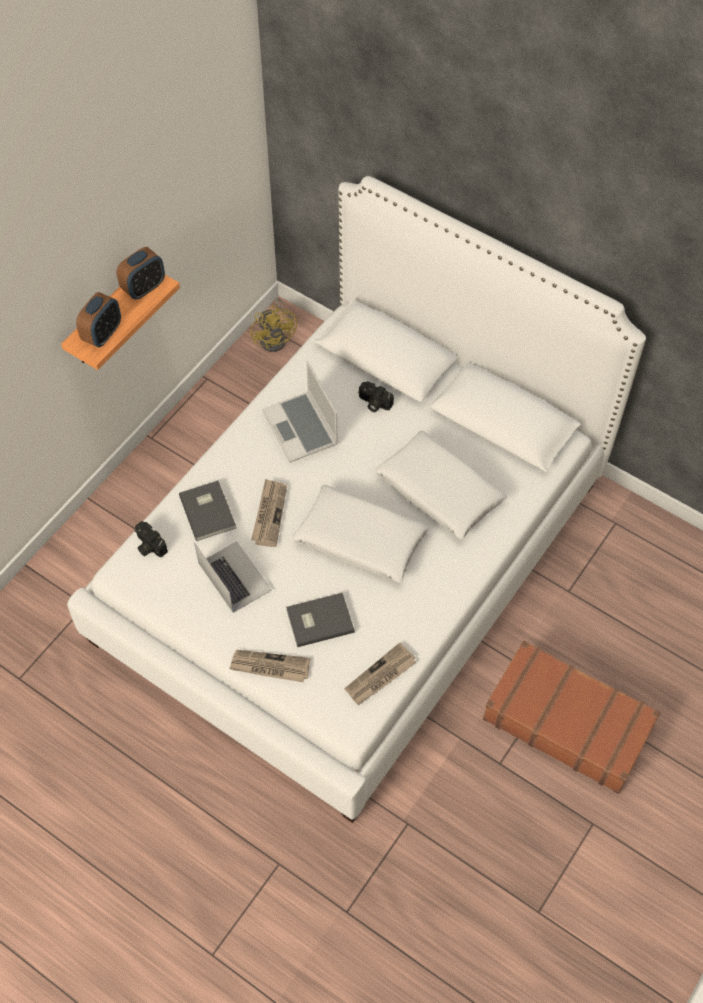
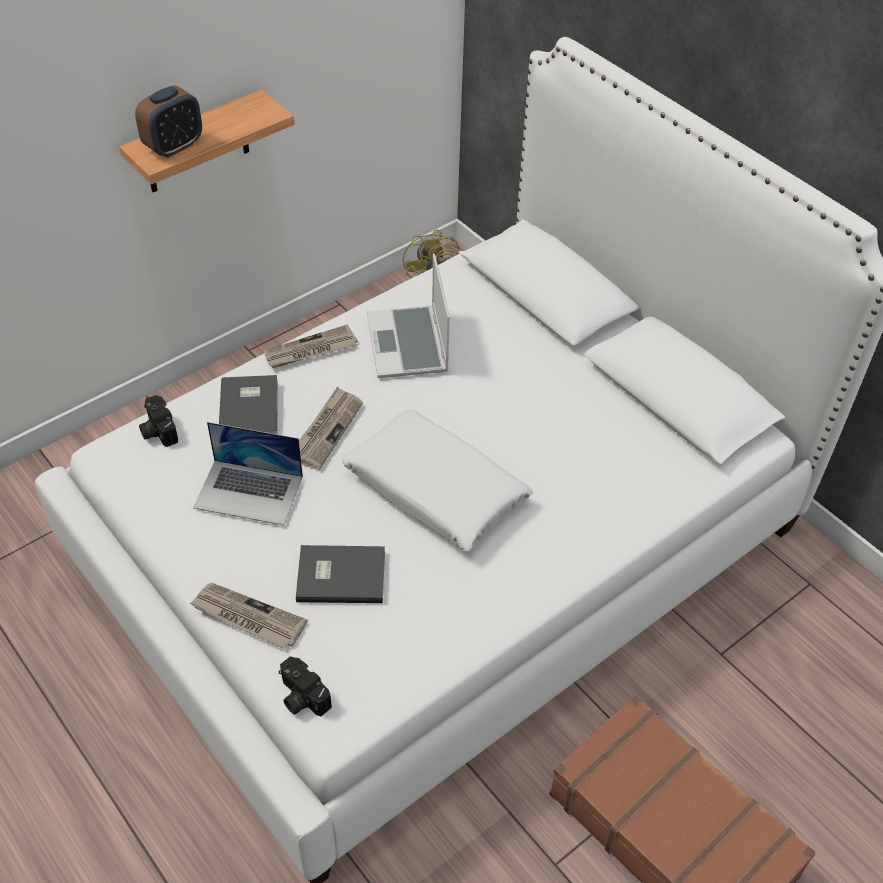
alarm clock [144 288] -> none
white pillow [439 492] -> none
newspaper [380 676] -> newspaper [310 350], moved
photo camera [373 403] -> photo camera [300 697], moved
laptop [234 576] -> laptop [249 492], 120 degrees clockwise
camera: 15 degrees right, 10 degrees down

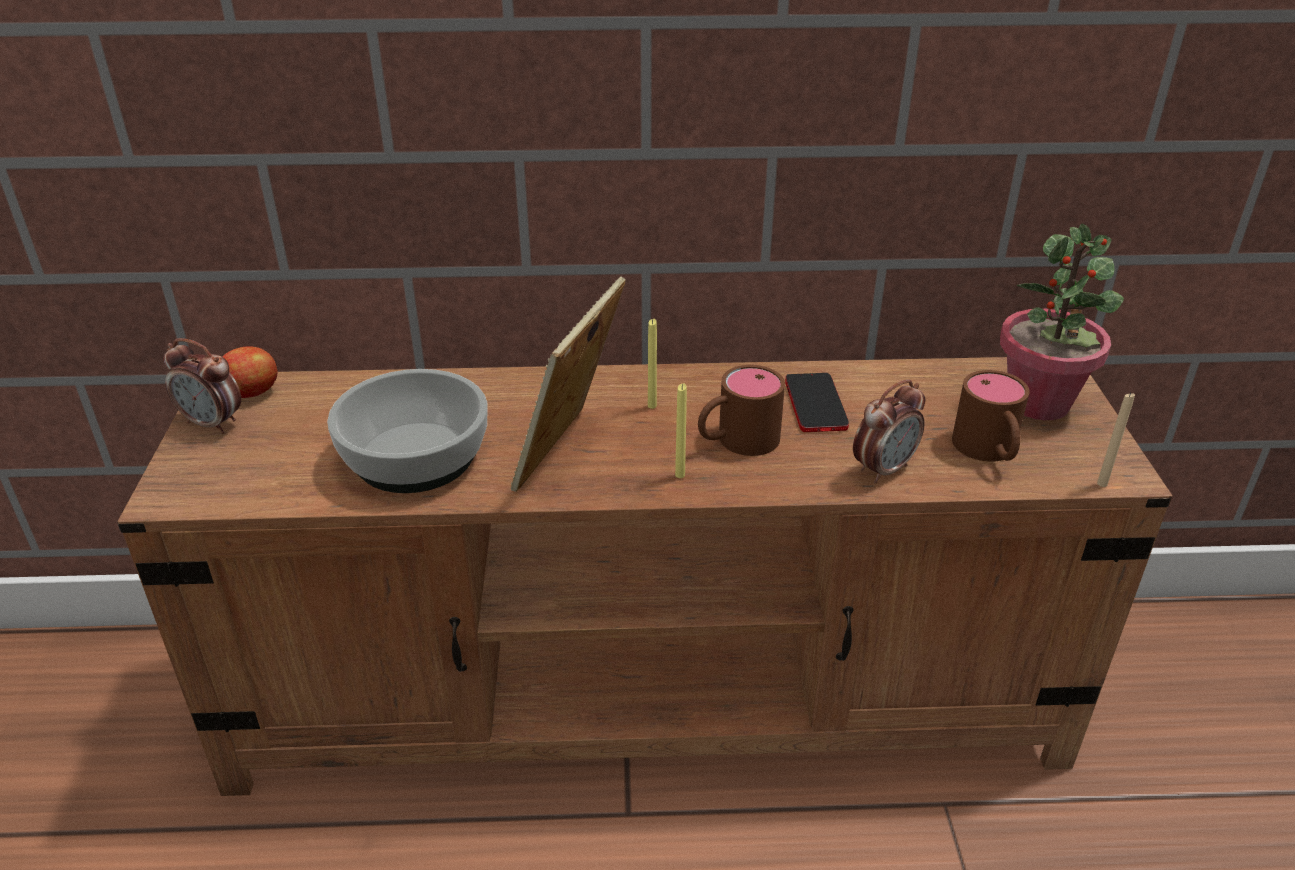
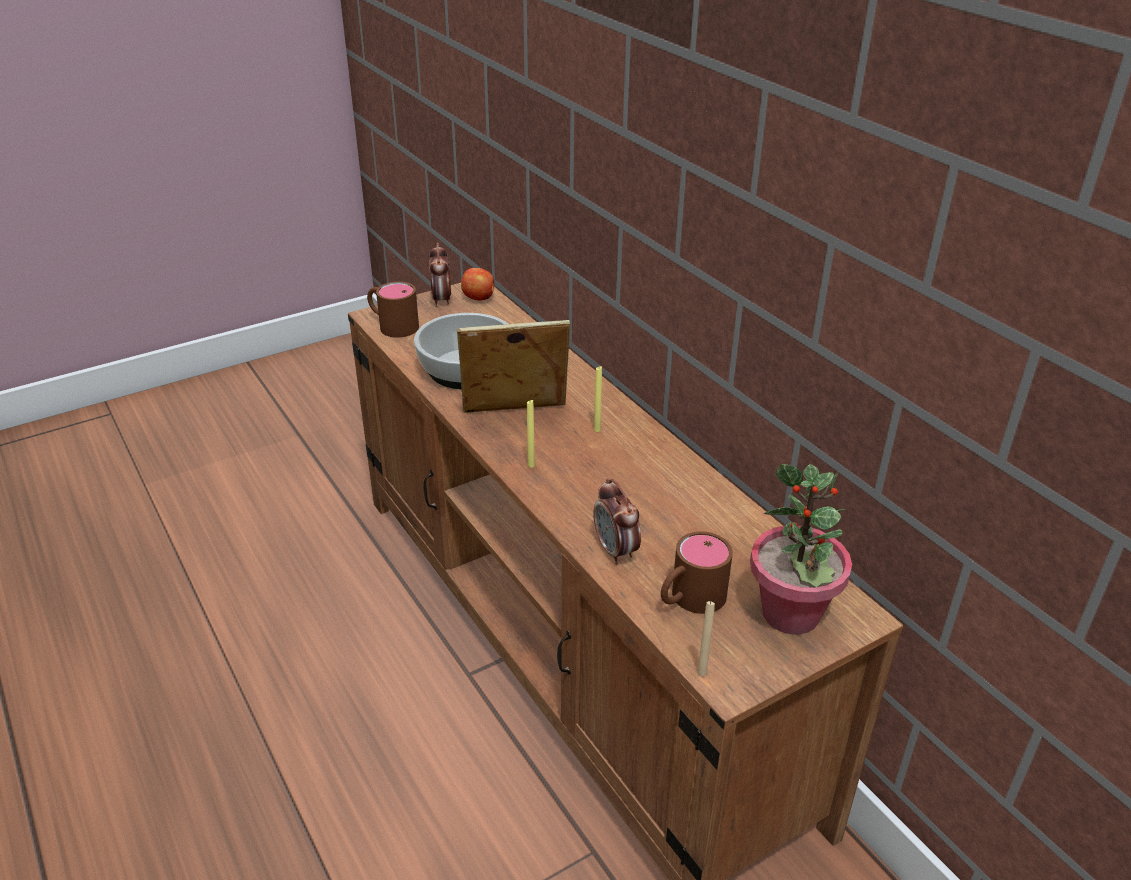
phone [815 404] -> none
brown mug [736 441] -> brown mug [392 325], moved
alarm clock [883 469] -> alarm clock [616 551], 45 degrees clockwise
camera: 60 degrees right, 0 degrees up

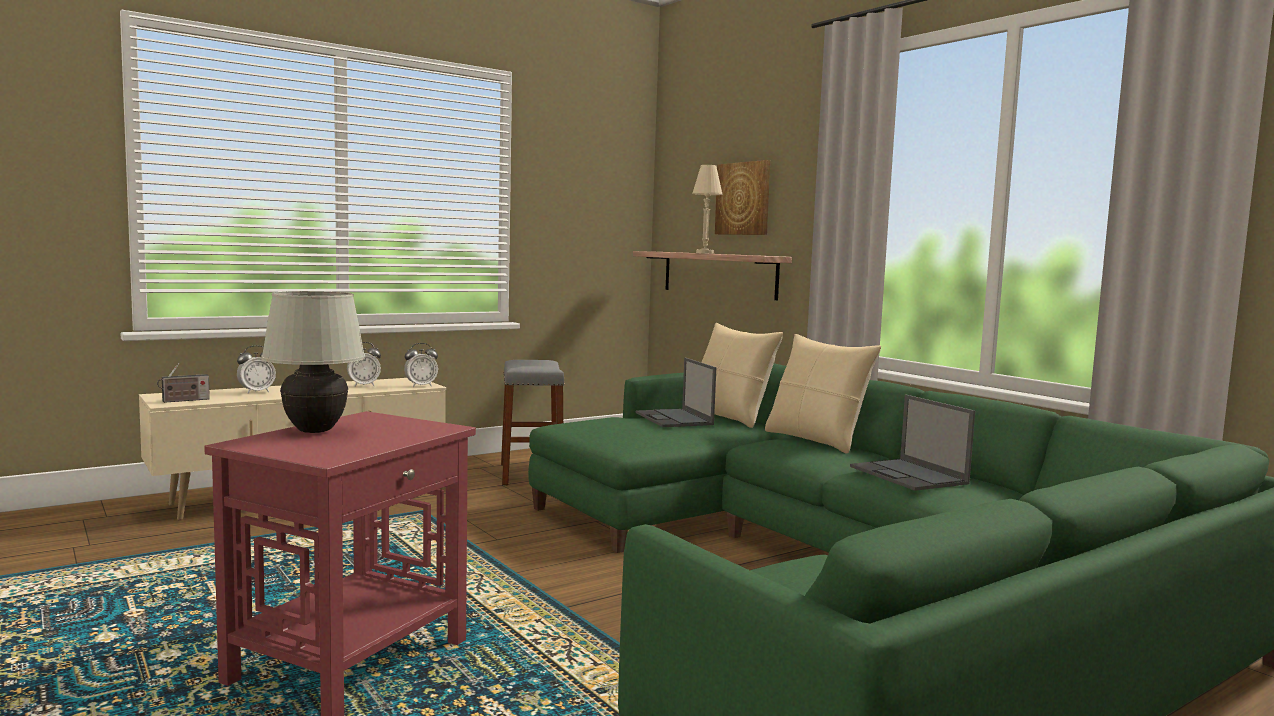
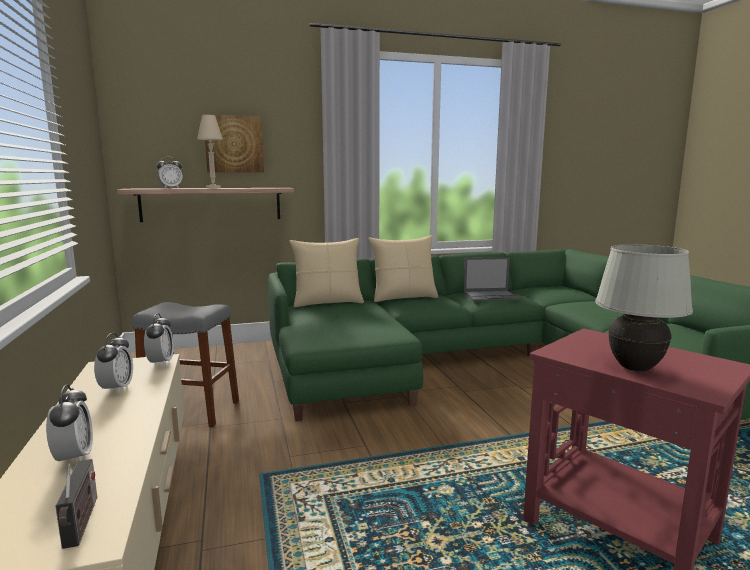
laptop [674 419] -> none
none -> alarm clock [171 188]
camera: 70 degrees left, 5 degrees up

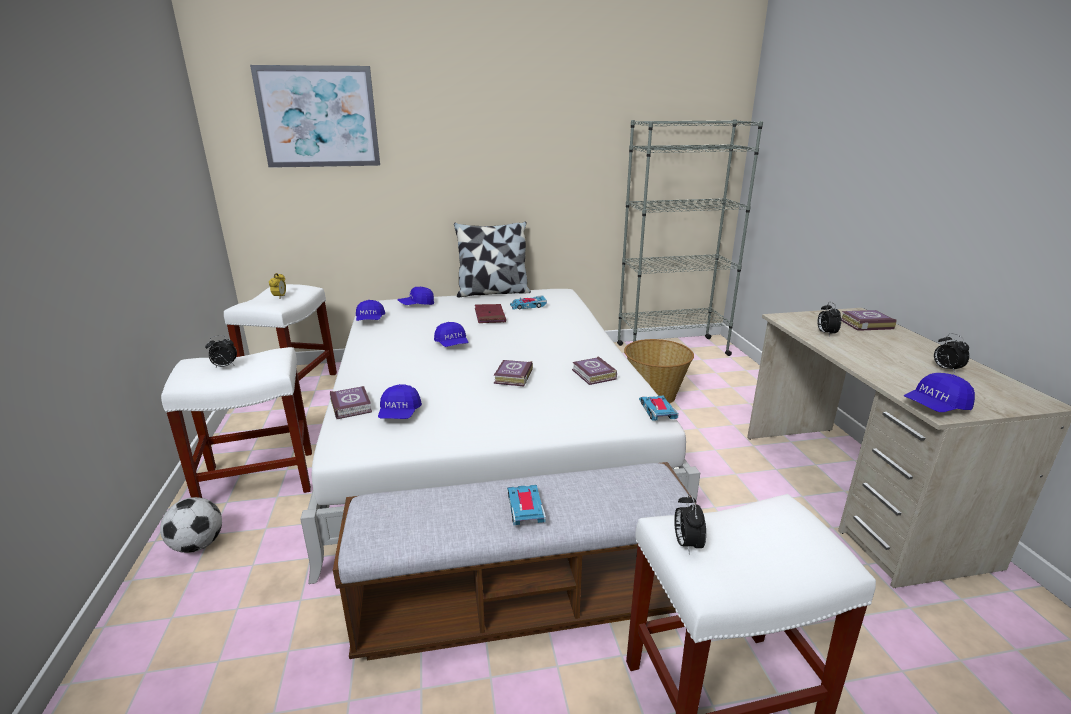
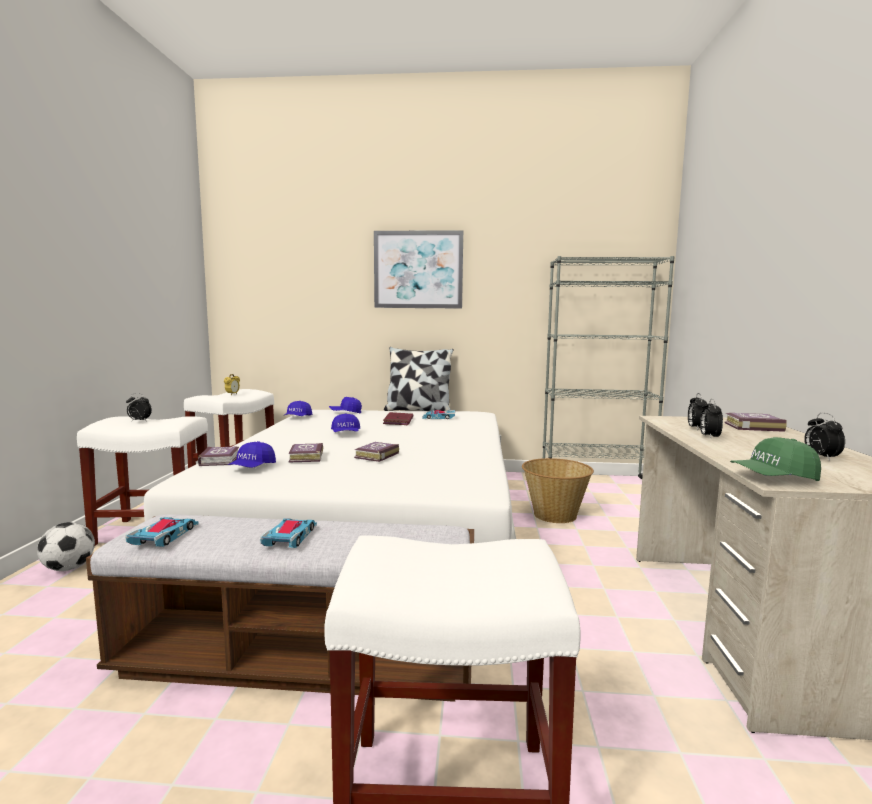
picture [318 117] -> picture [418 270], moved
book [593 375] -> book [305 457], moved
toy car [657 411] -> toy car [164 536], moved
alarm clock [686 544] -> alarm clock [709 437], moved
blue cap [935 407] -> green cap [773 478]
camera: 15 degrees right, 15 degrees down

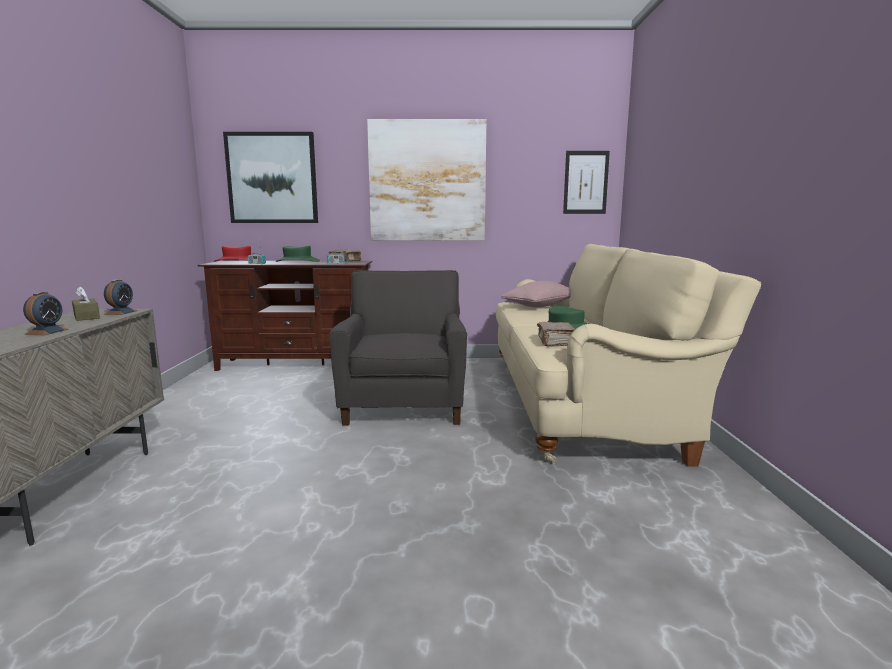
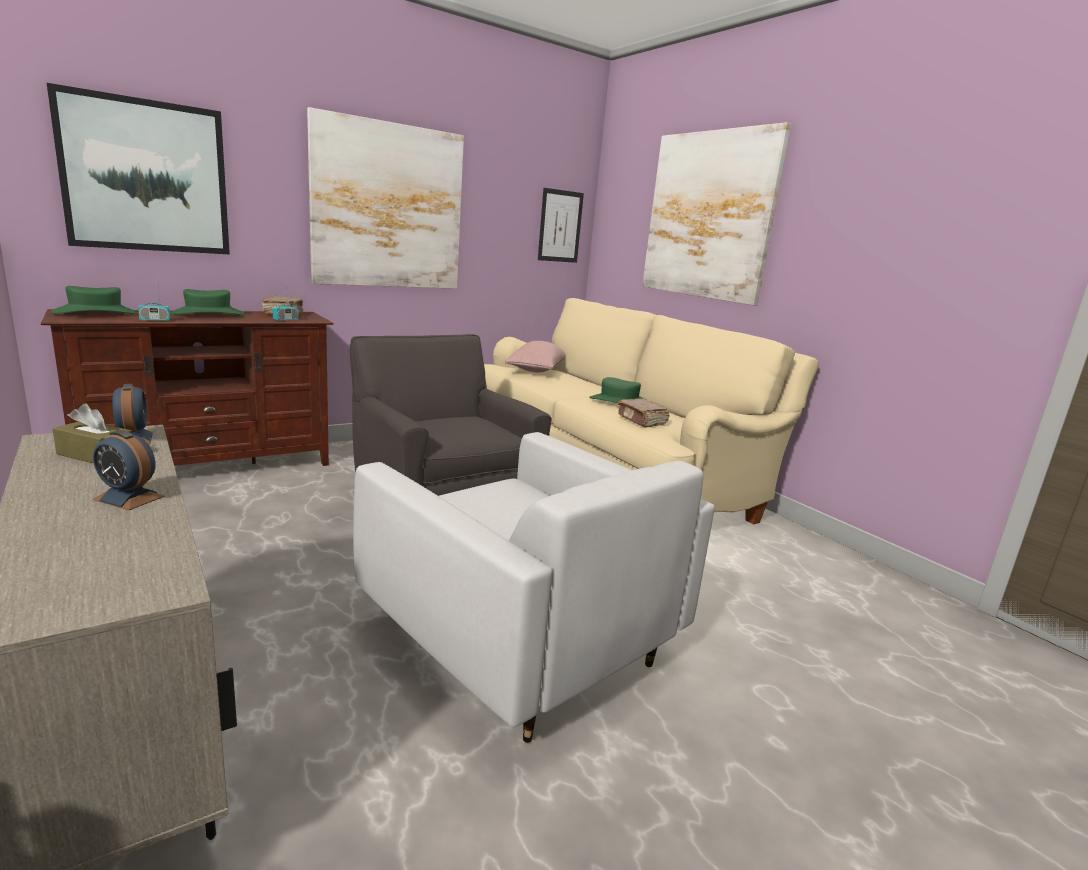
none -> white armchair [519 642]
none -> picture [708 216]
red hat [237 261] -> green hat [96 313]
alarm clock [47 332] -> alarm clock [129 498], 135 degrees clockwise
camera: 35 degrees left, 5 degrees up

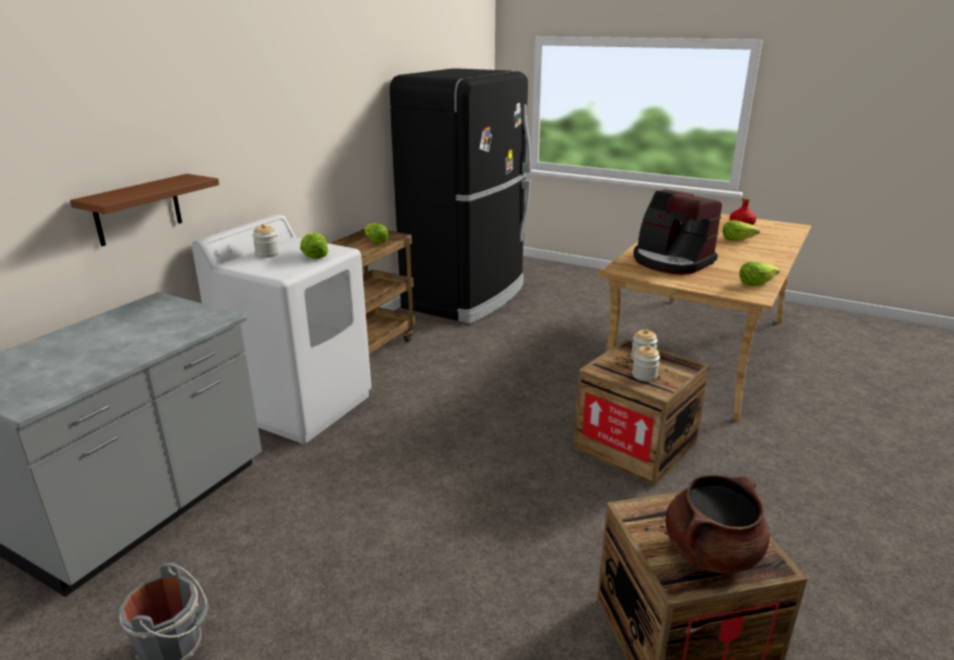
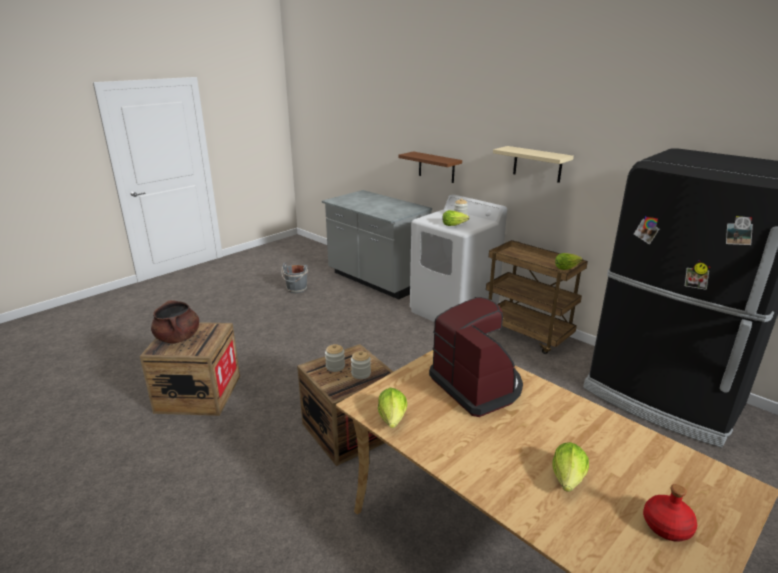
none -> beige shelf [537 164]
coffee machine [671 261] -> coffee machine [477 385], 90 degrees clockwise
camera: 105 degrees right, 0 degrees up

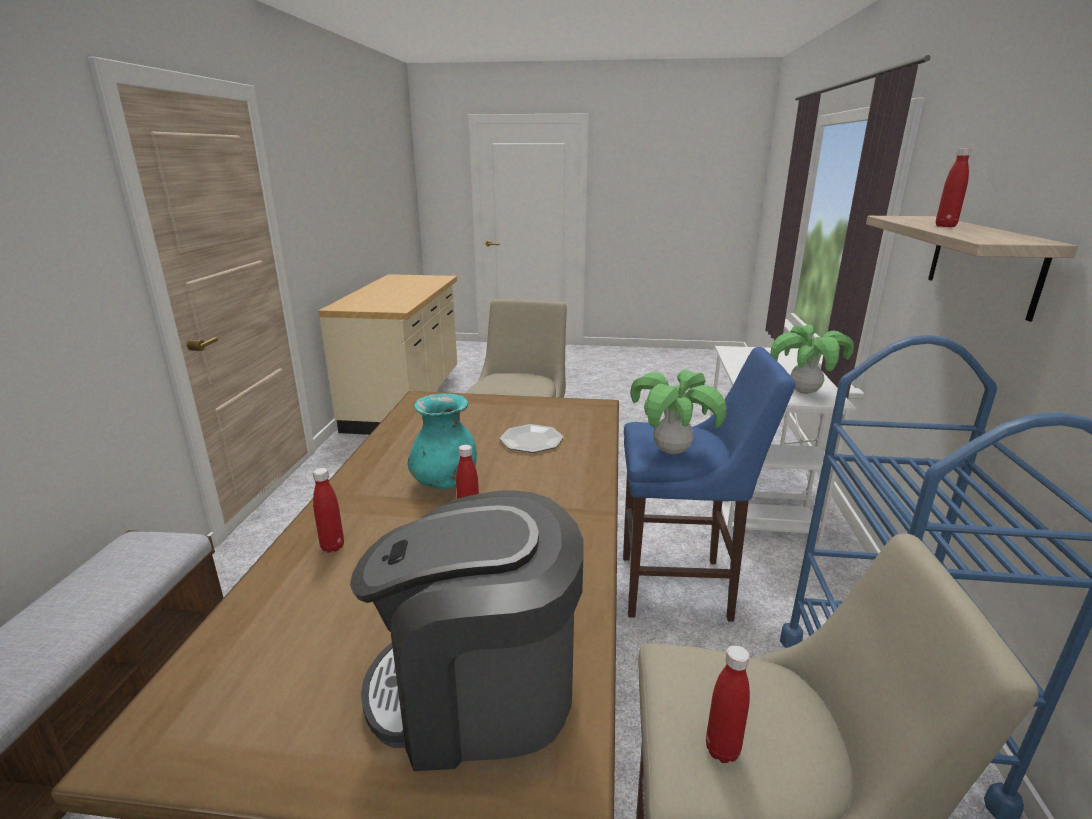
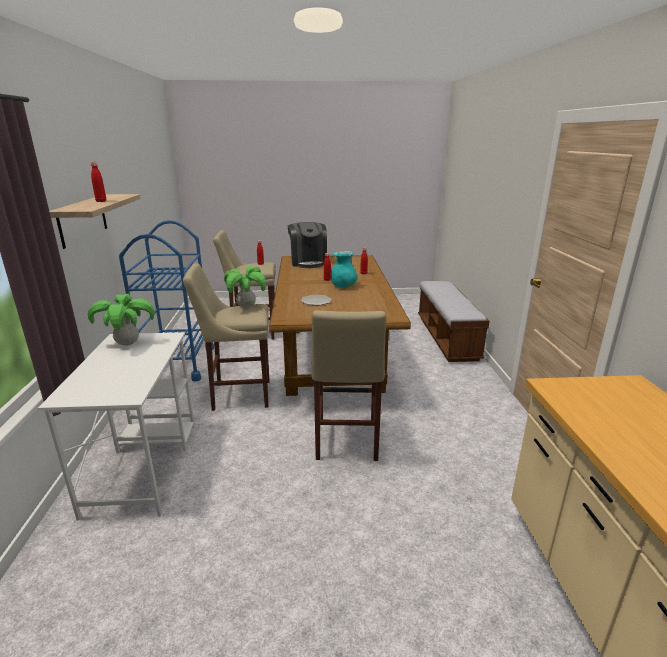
blue stool [681 588] -> beige stool [238 395]
coffee machine [477 690] -> coffee machine [308 262], 90 degrees clockwise
camera: 170 degrees right, 0 degrees up

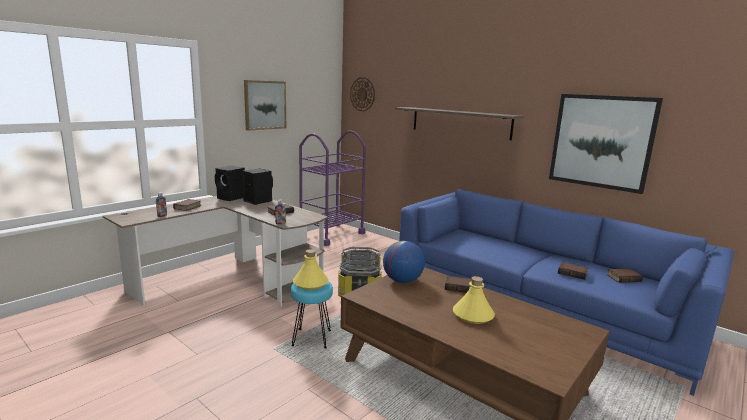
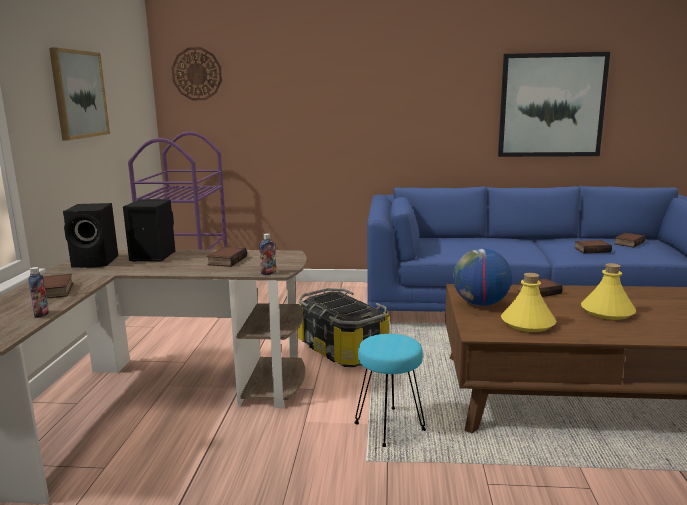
shelf [460 122] -> none
yellow bottle [310 283] -> yellow bottle [527 324], moved
camera: 35 degrees left, 0 degrees up

